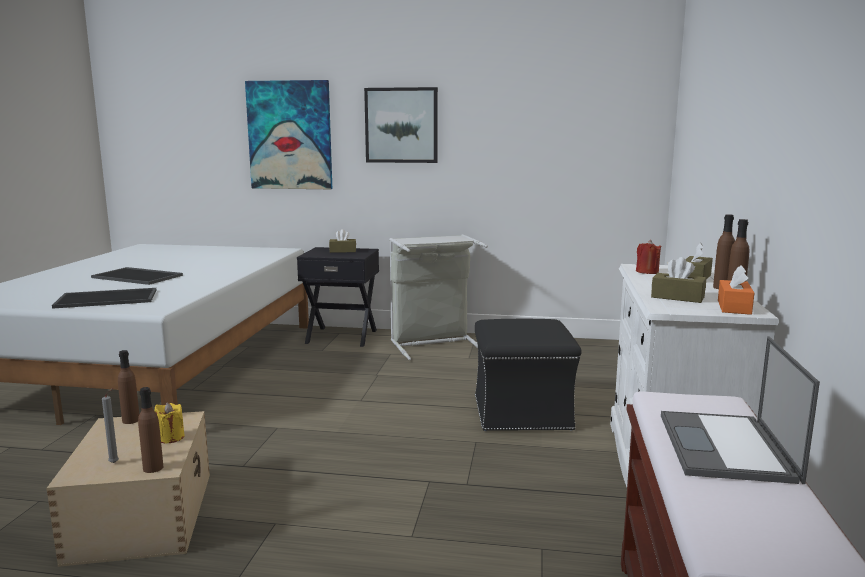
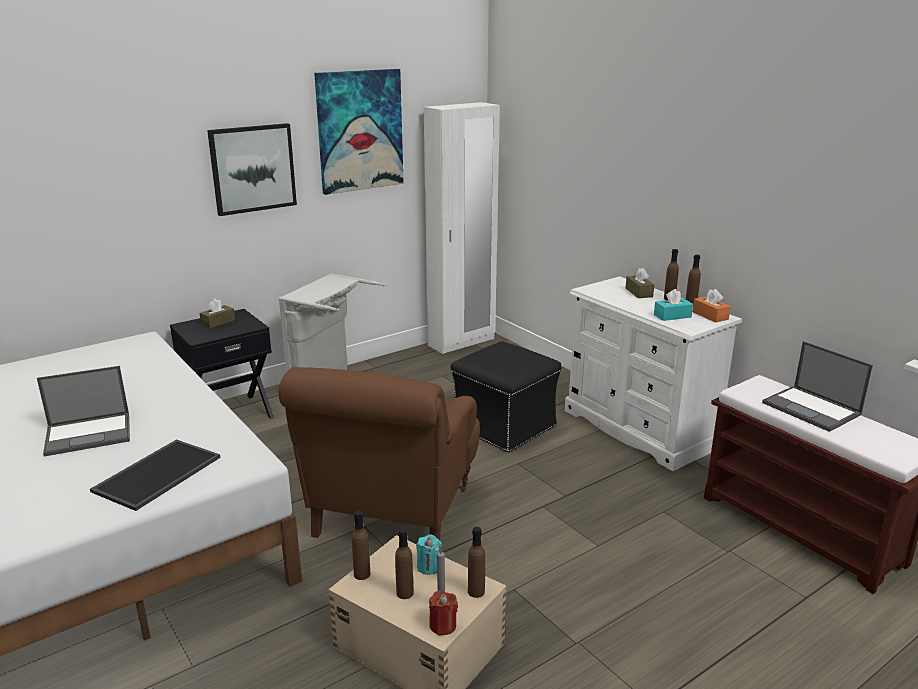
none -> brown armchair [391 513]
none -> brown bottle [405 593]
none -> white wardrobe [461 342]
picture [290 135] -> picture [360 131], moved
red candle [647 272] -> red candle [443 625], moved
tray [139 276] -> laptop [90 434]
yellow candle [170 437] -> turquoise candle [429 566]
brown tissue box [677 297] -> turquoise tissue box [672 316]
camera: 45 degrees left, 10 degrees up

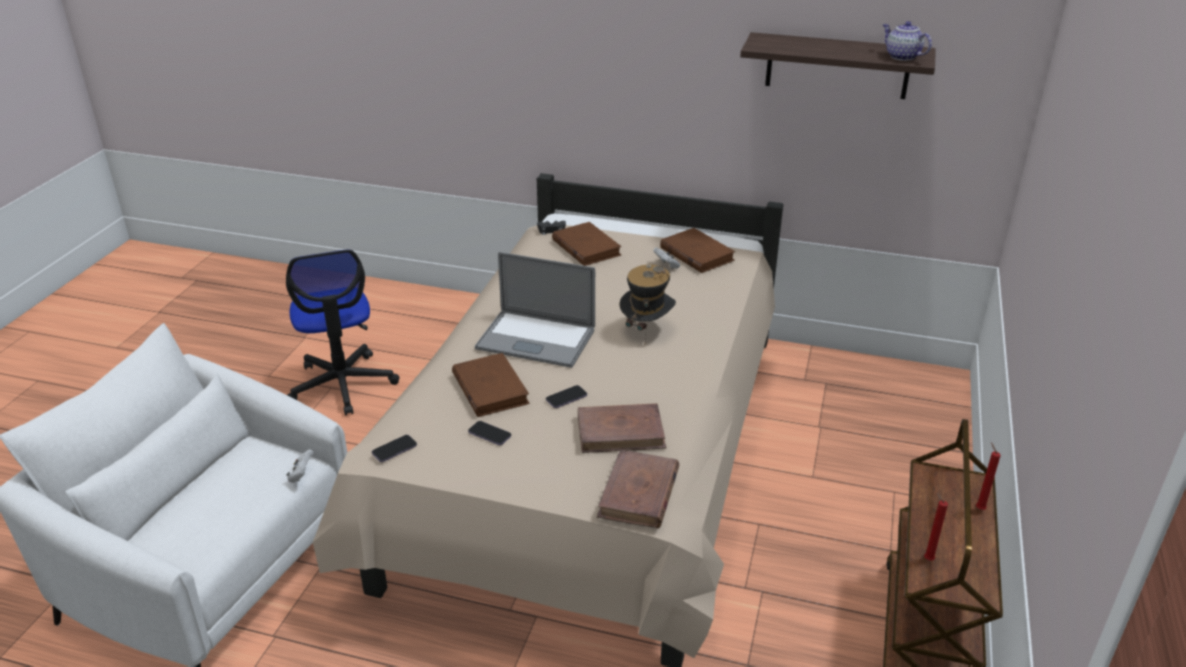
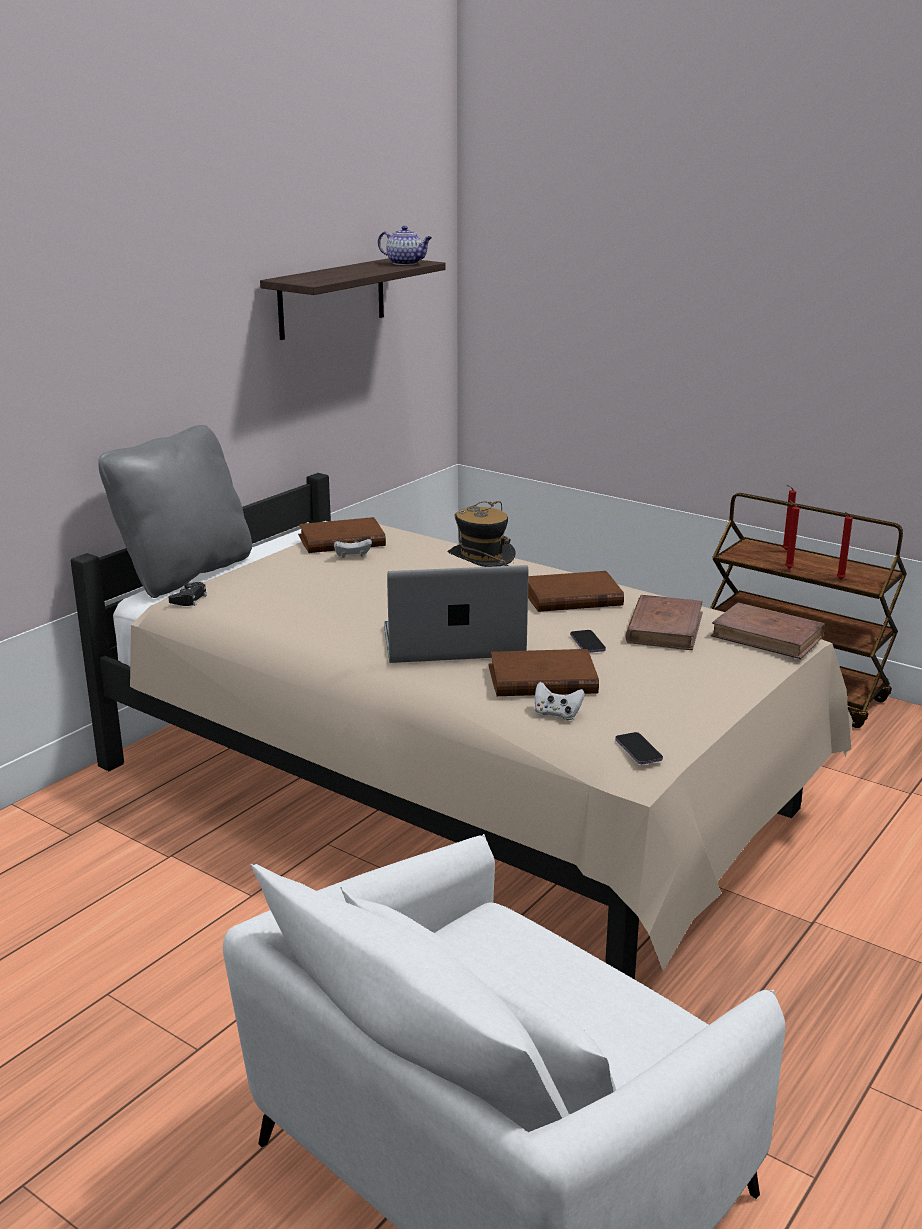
office chair [342 384] -> none
phone [489 434] -> none
none -> grey pillow [185 573]
none -> red candle [787 568]
white game controller [301 475] -> white game controller [557 714], moved
brown book [586 247] -> brown book [572 597], moved
laptop [535 339] -> laptop [453 642], 135 degrees counterclockwise
teapot [901 56] -> teapot [406 263], 135 degrees counterclockwise
camera: 70 degrees left, 10 degrees down

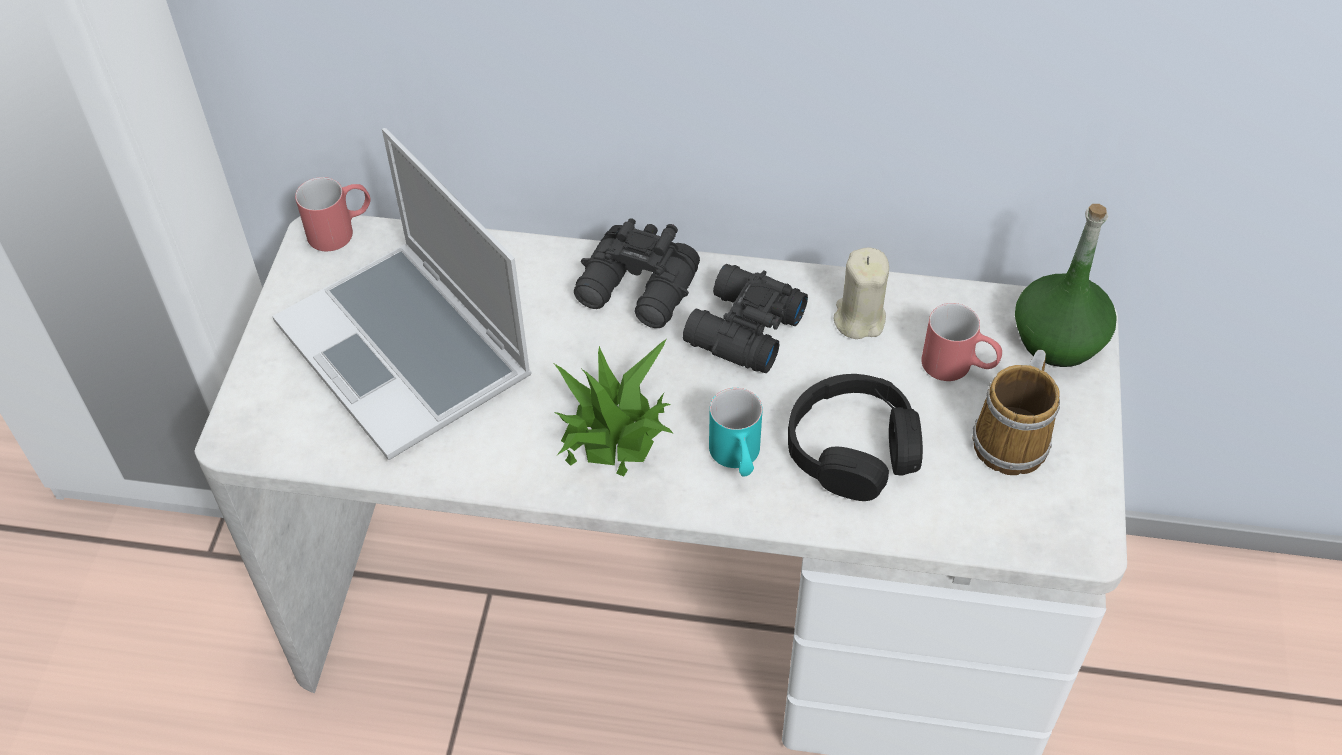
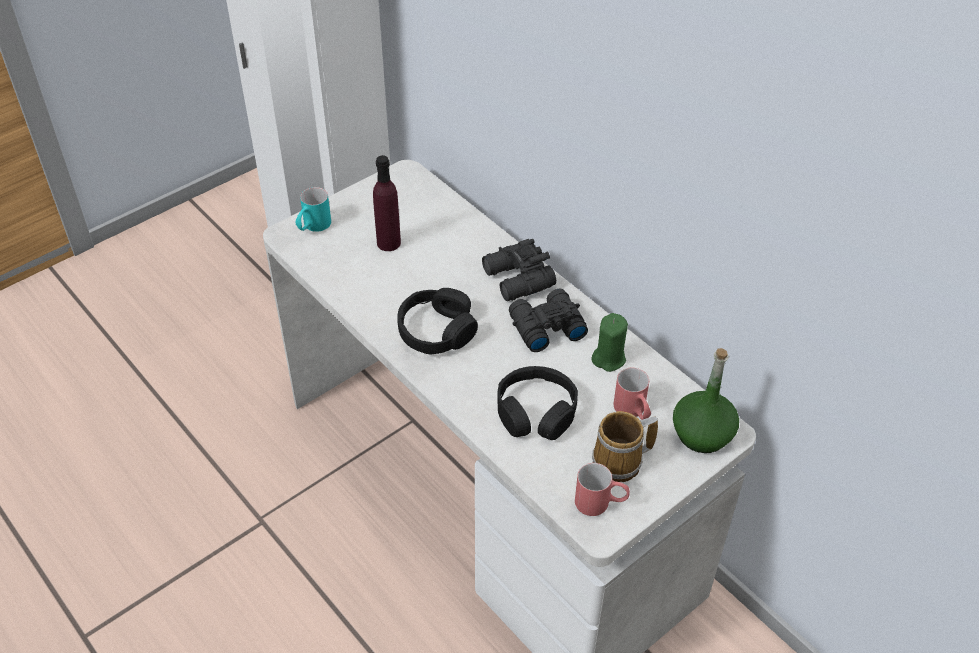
red mug [341 230] -> red mug [600 503], moved
turquoise mug [737 459] -> turquoise mug [313 227], moved
laptop [408 352] -> purple bottle [388 243]
potted plant [612 430] -> black headphones [436 330]
beige candle [859 319] -> green candle [608 358]
camera: 40 degrees right, 5 degrees down

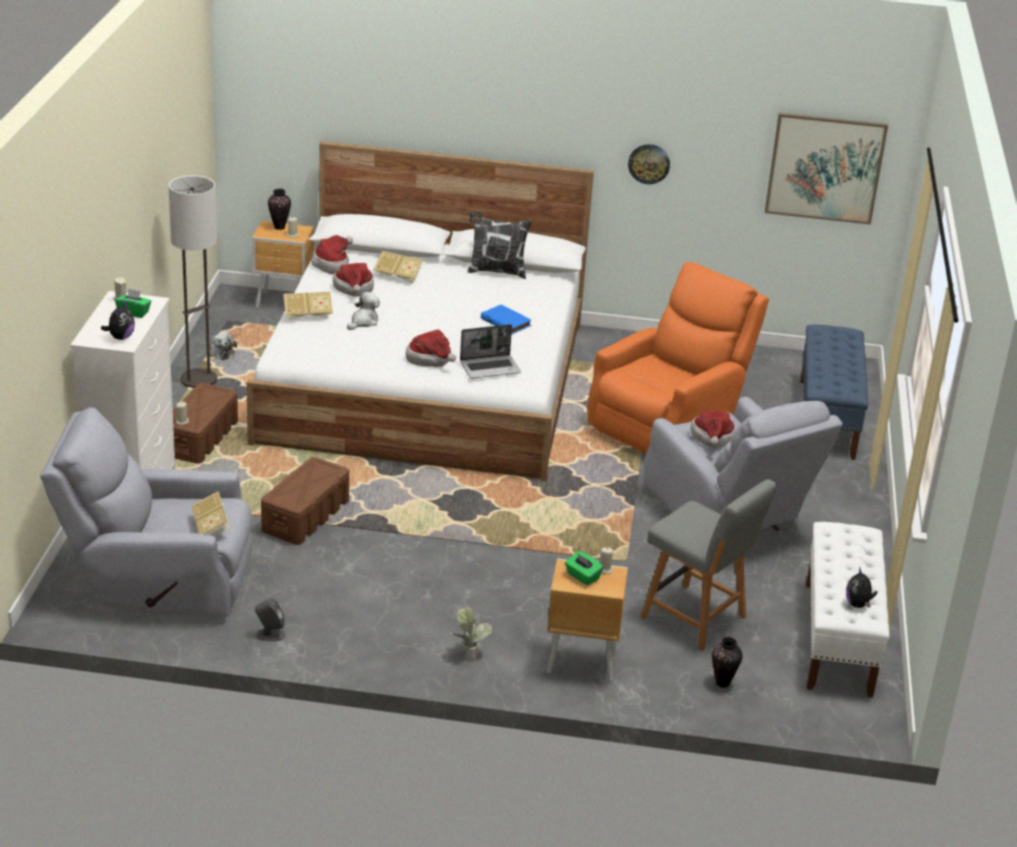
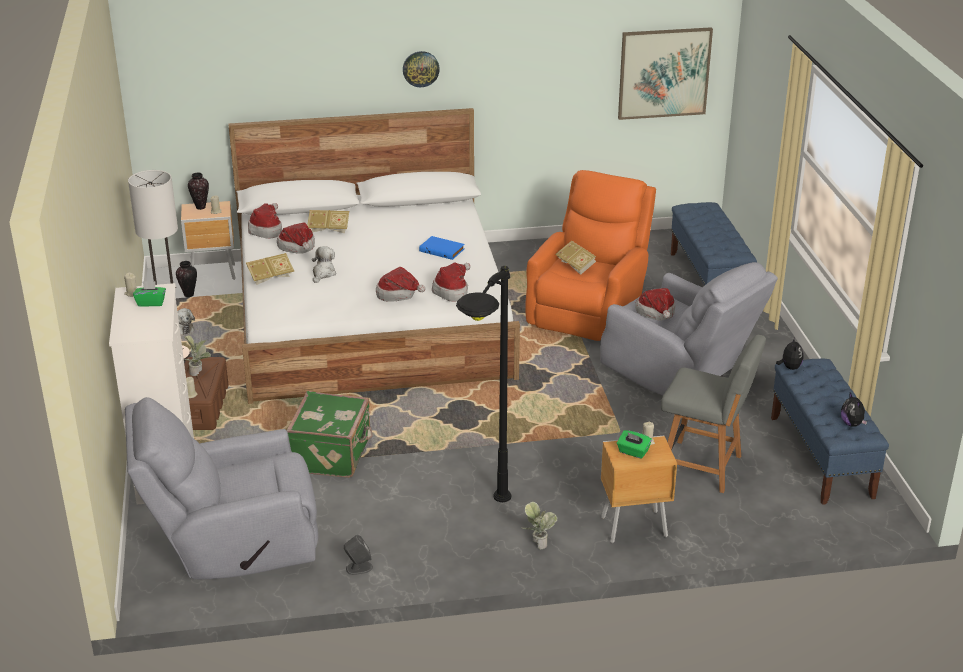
pillow [496 271] -> none
none -> potted plant [199 373]
none -> black floor lamp [485 531]
plush toy [120 337] -> plush toy [789 367], moved
book [211 527] -> book [576 266], moved
wall clock [649 163] -> wall clock [420 69], moved
vase [723 683] -> vase [189 295], moved
brown storage box [306 516] -> green suitcase [332 455]
laptop [490 368] -> hat [452 291]
white bench [838 639] -> blue bench [821 457]
camera: 15 degrees left, 0 degrees up

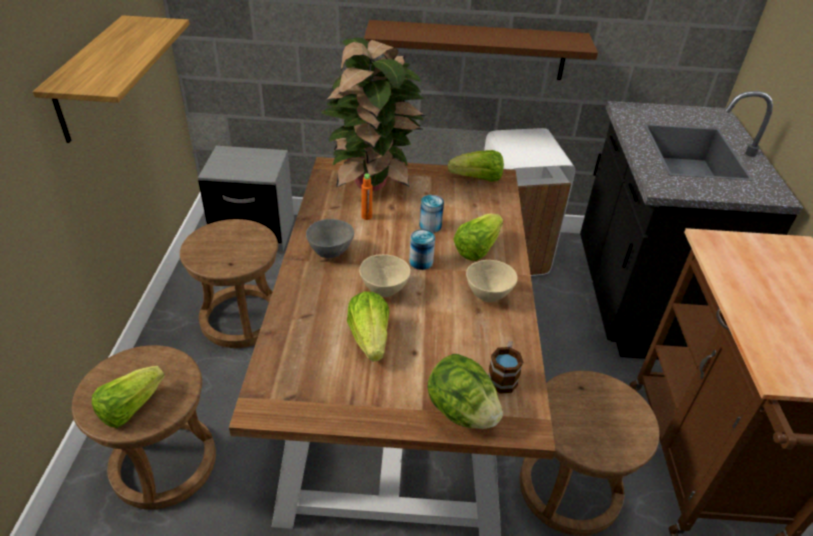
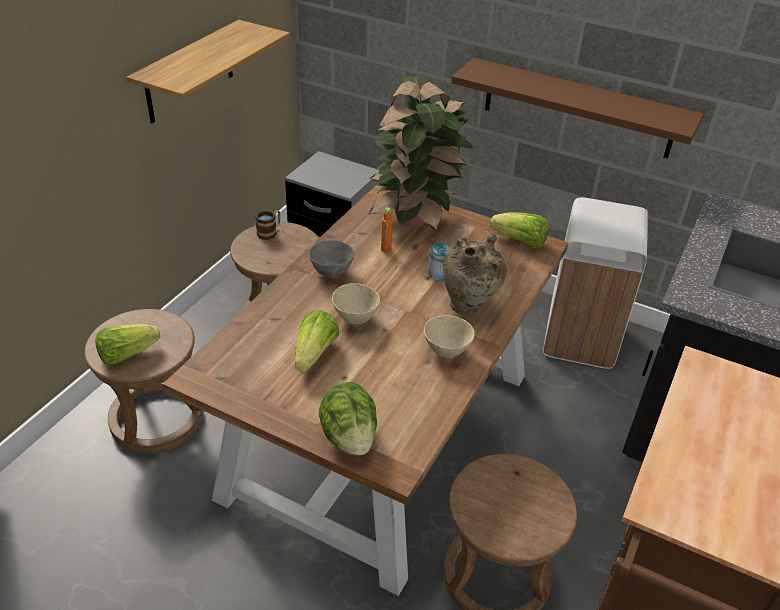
can [421 262] -> none
mug [503 376] -> mug [270 232], moved
lettuce [477 248] -> beige vase [469 306]
camera: 25 degrees right, 0 degrees up

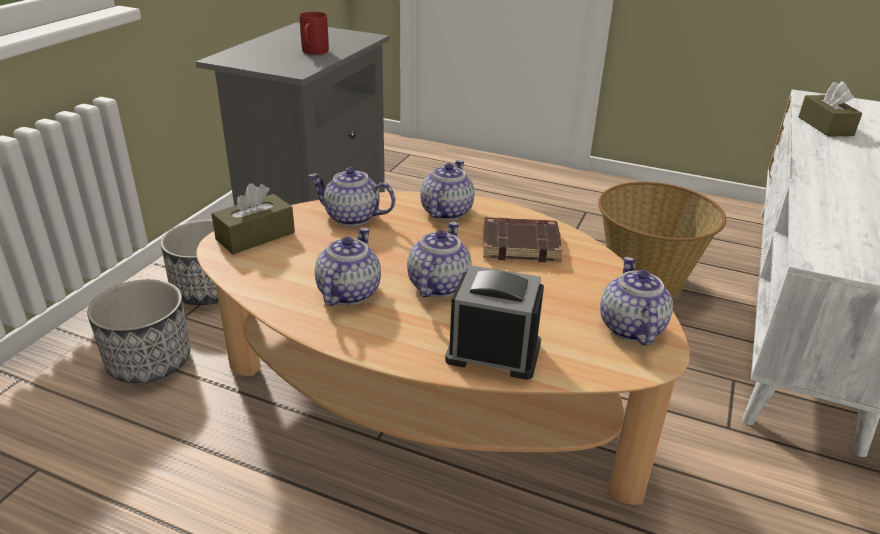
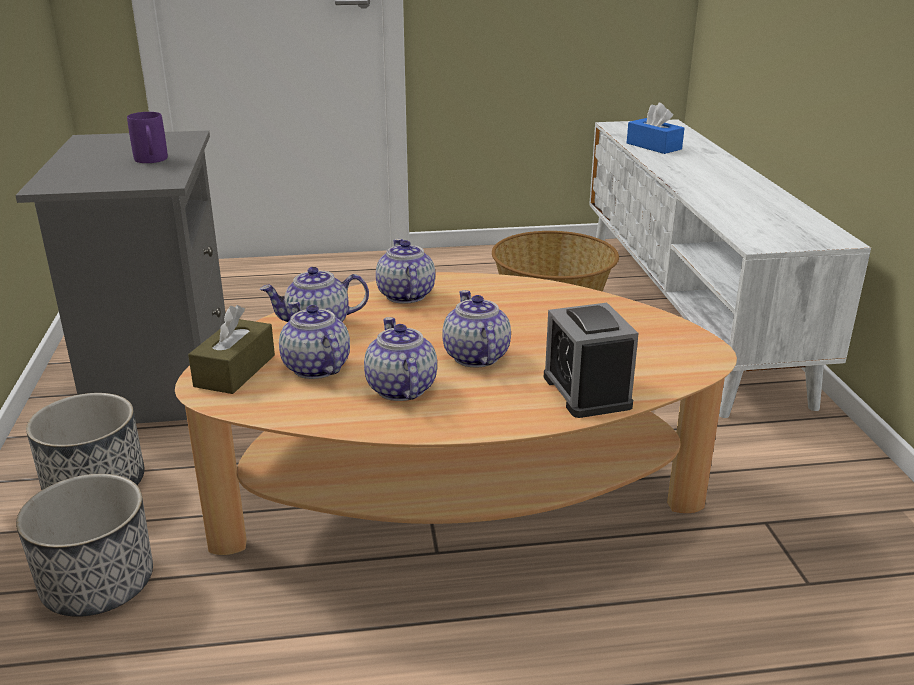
brown book [521 244] -> none
teapot [630 327] -> teapot [315 367], moved
red mug [313 53] -> purple mug [151 161]
brown tissue box [825 126] -> blue tissue box [653 146]
alarm clock [493 352] -> alarm clock [586 391], 90 degrees counterclockwise
camera: 30 degrees left, 5 degrees down

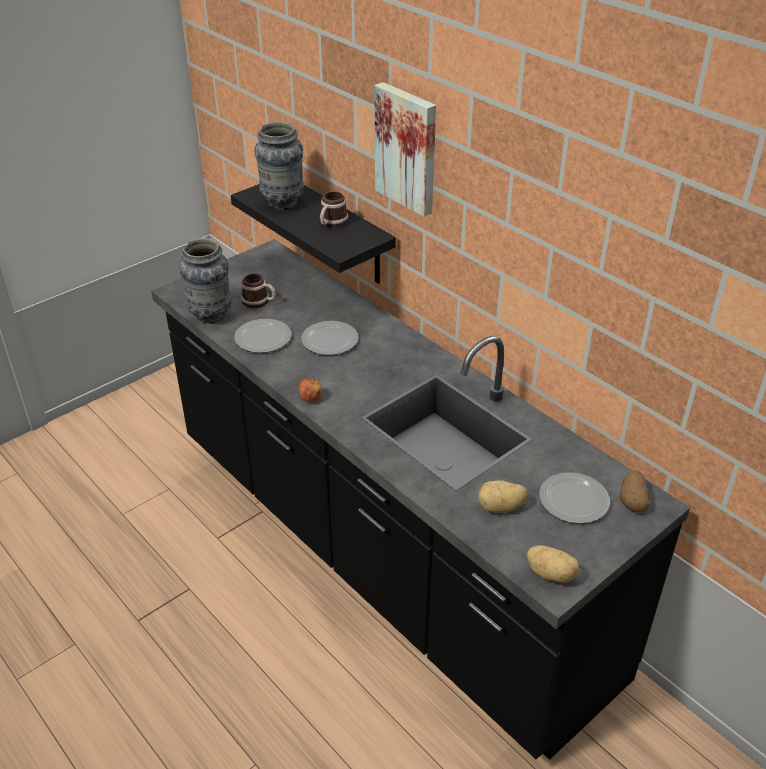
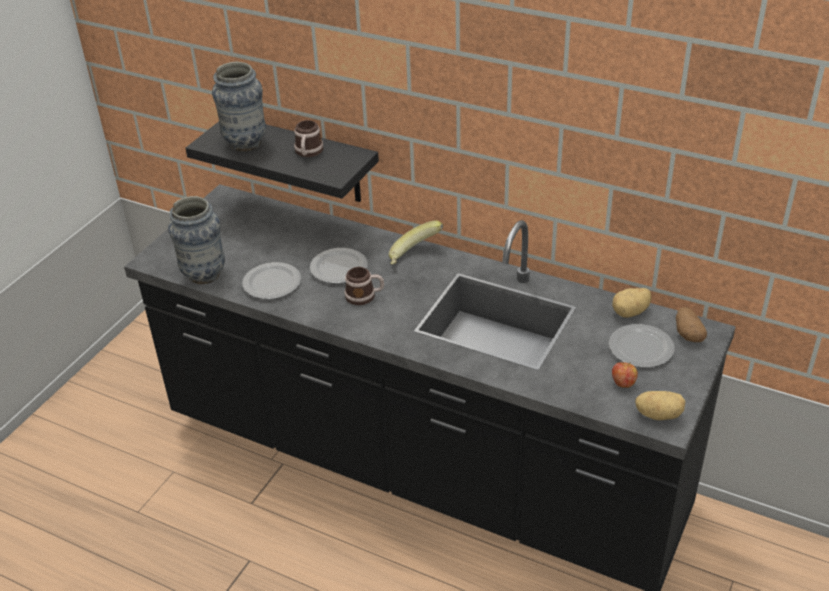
picture [408 148] -> none
none -> banana [414 257]
mug [259 302] -> mug [364 296], moved
apple [310 398] -> apple [623 383], moved
potato [501 507] -> potato [631 312], moved
camera: 20 degrees left, 0 degrees up

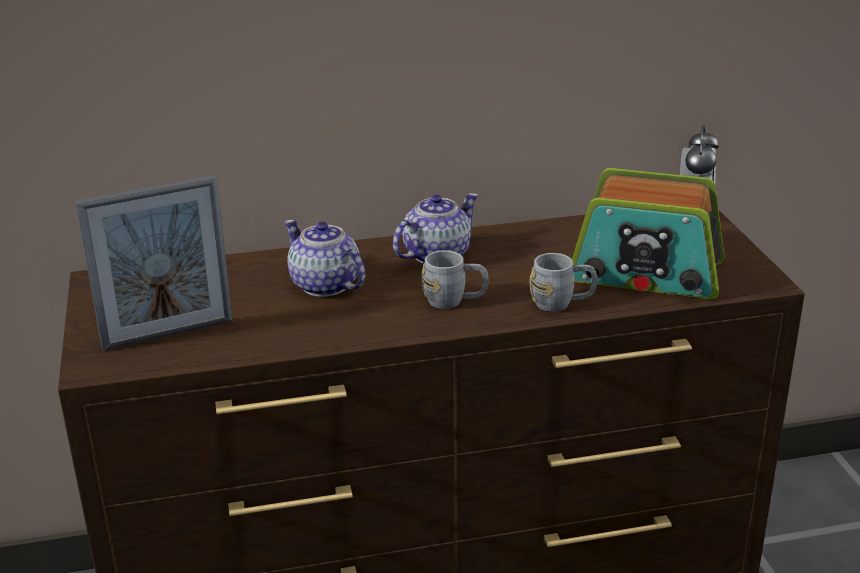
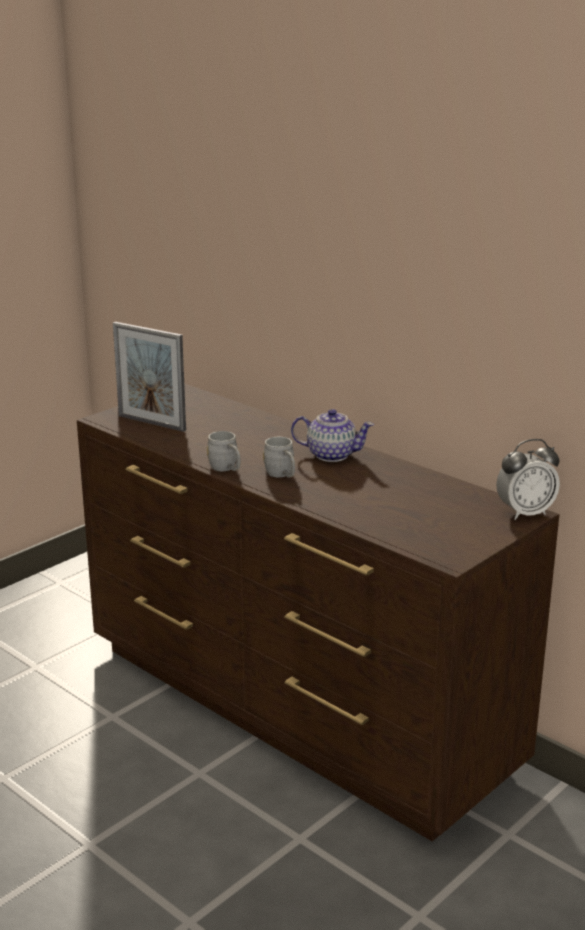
teapot [325 285] -> none
radio [646 273] -> none
grey mug [562 303] -> grey mug [226 469], moved
camera: 55 degrees right, 5 degrees down

